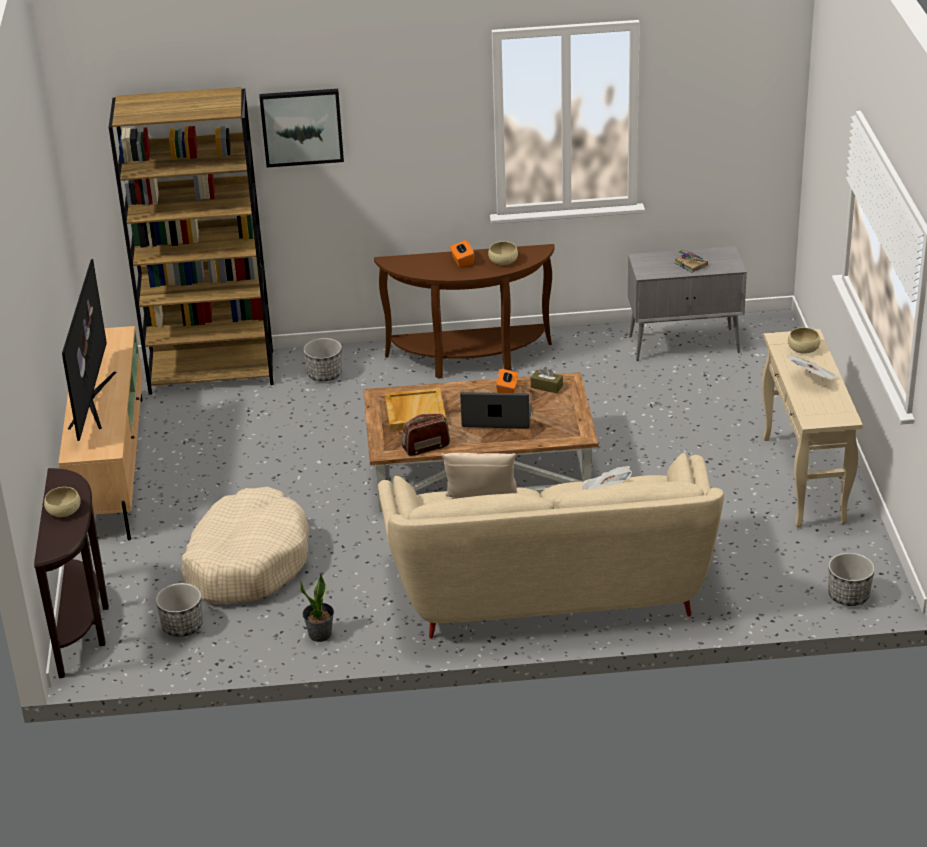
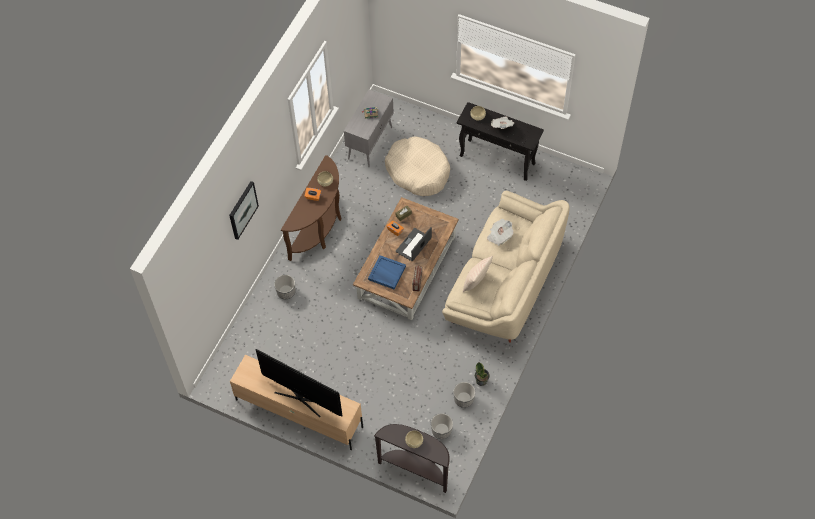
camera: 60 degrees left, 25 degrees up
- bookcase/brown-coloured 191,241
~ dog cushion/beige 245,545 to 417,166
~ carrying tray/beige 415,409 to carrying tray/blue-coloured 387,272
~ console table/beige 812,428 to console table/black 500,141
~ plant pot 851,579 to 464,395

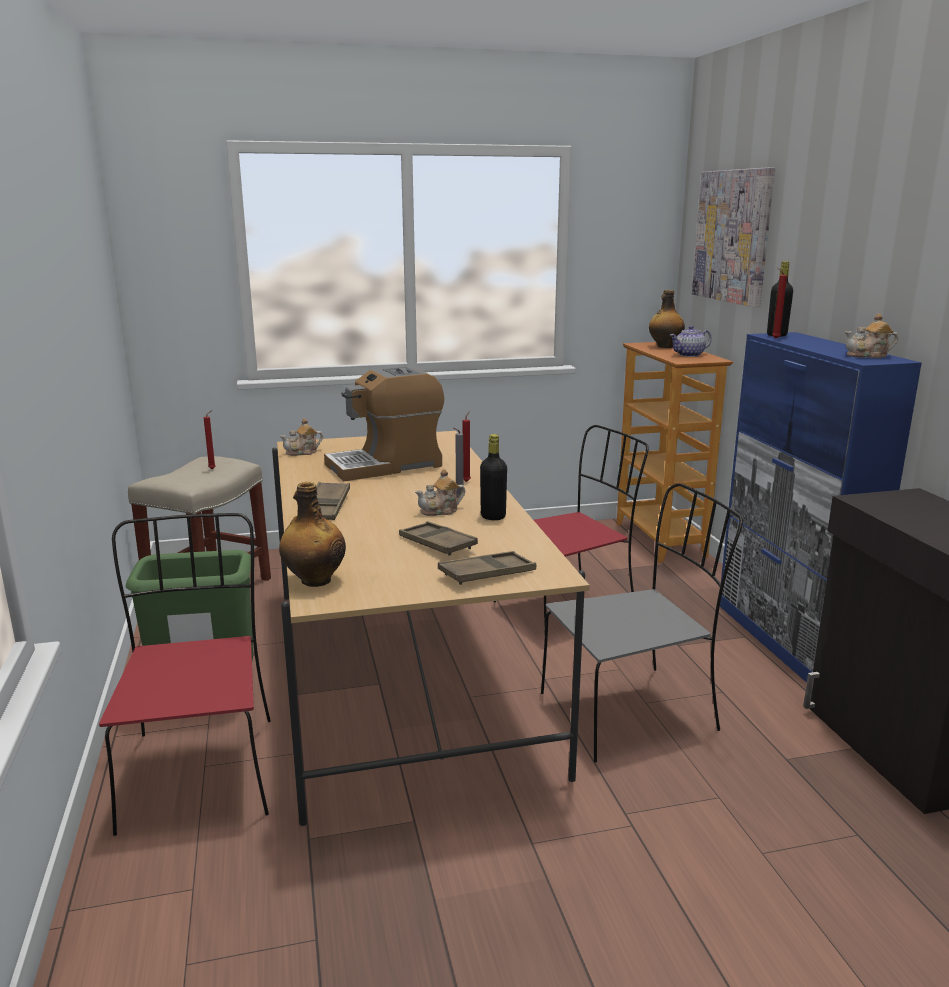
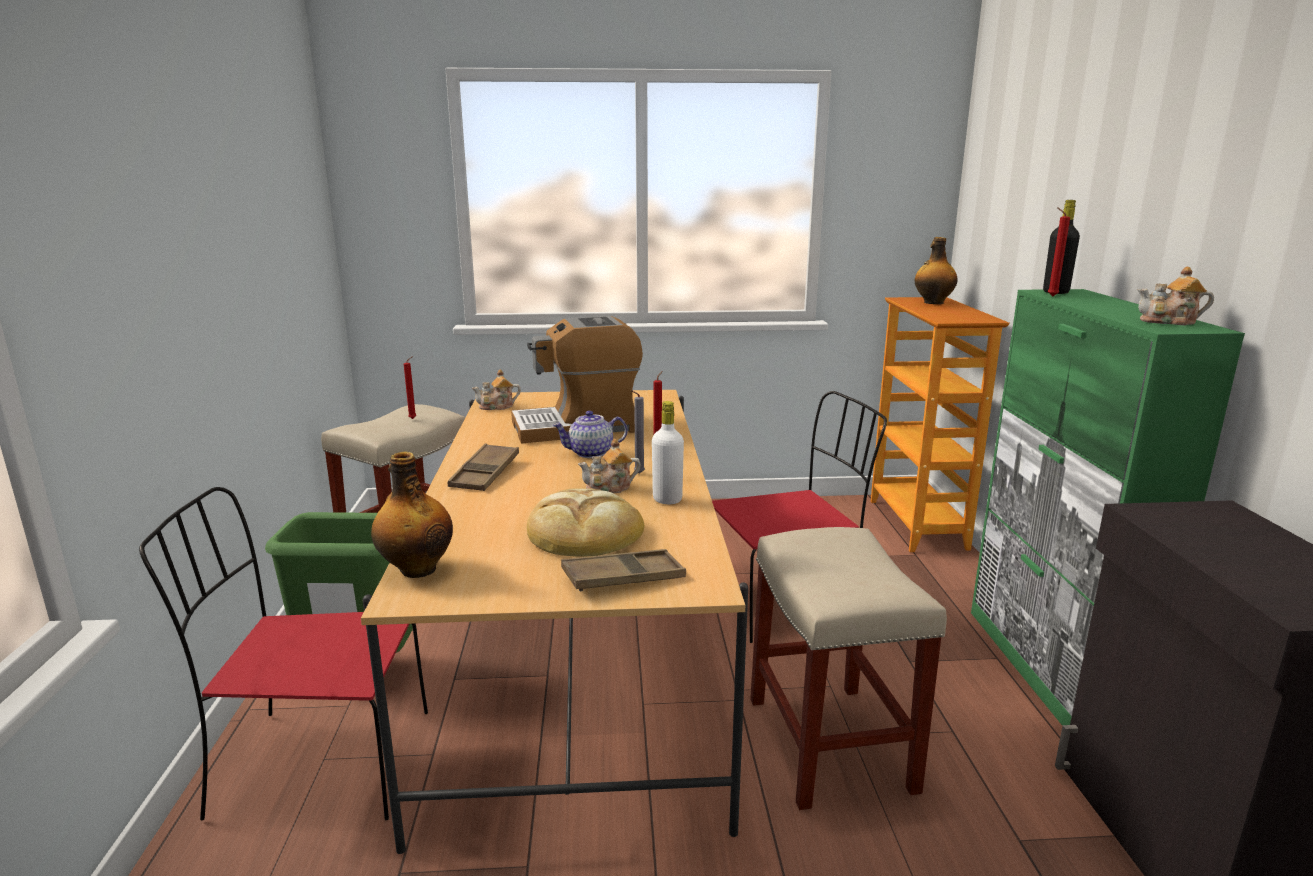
camera: 10 degrees right, 0 degrees up
~ upright chair/reddish 185,674 = 283,653 90 degrees counterclockwise
~ carrying tray/brown-coloured 438,538 to bakery bread 585,522
~ beverage bottle/black 493,477 to beverage bottle/whitish 668,452
~ upright chair/greyish 642,623 to sitting stool/beige 848,668
~ tea pot 691,341 to 590,434
- wall picture 733,237
~ cabinet/blue-coloured 821,507 to cabinet/green-coloured 1108,507

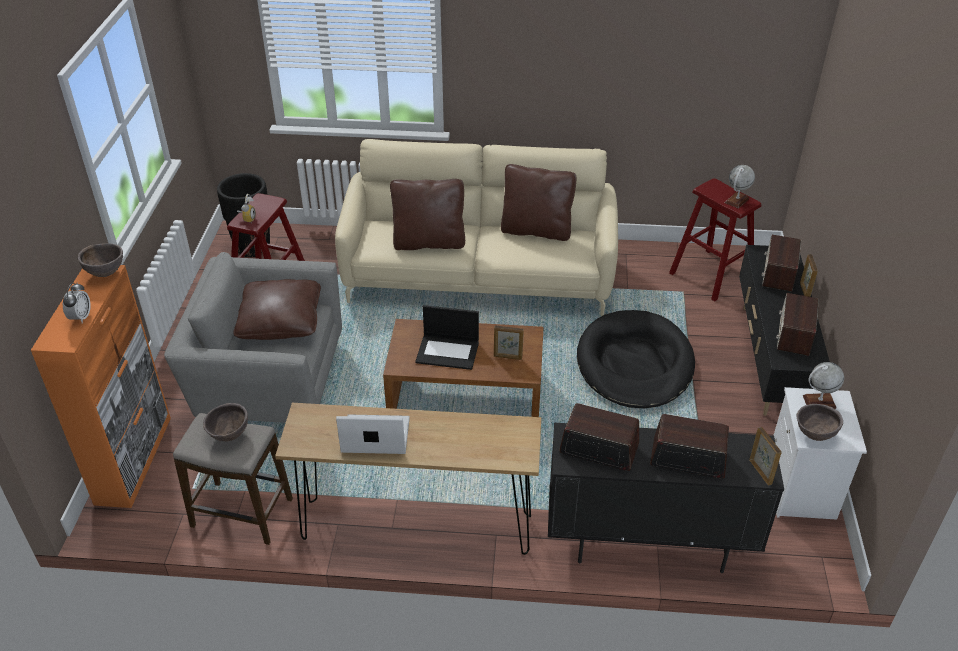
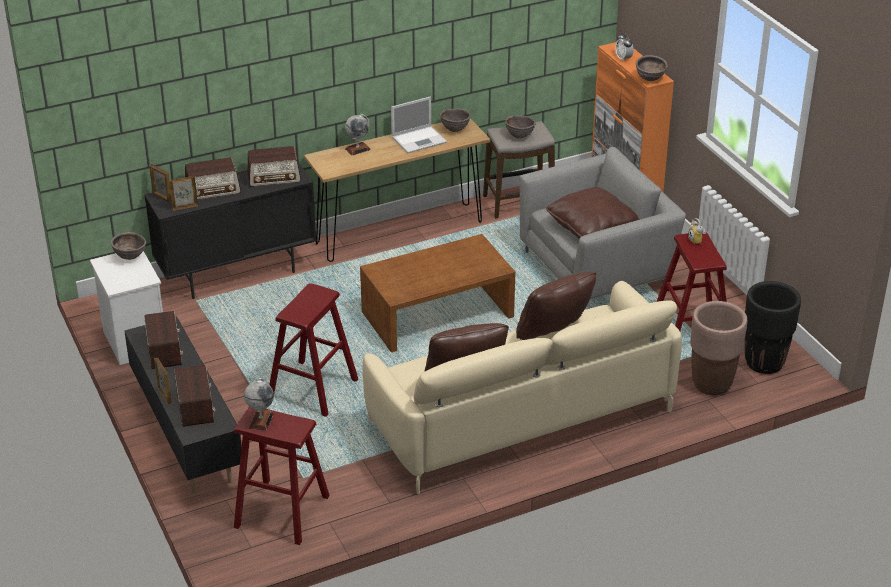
camera: 150 degrees right, 5 degrees down
- notebook computer 447,337
~ picture frame 509,342 to 183,193
~ dog cushion/black 636,359 to sitting stool/reddish 313,350
~ globe 823,385 to 358,135
+ bowl/brown-coloured 455,120
+ plant pot/brown-coloured 718,348

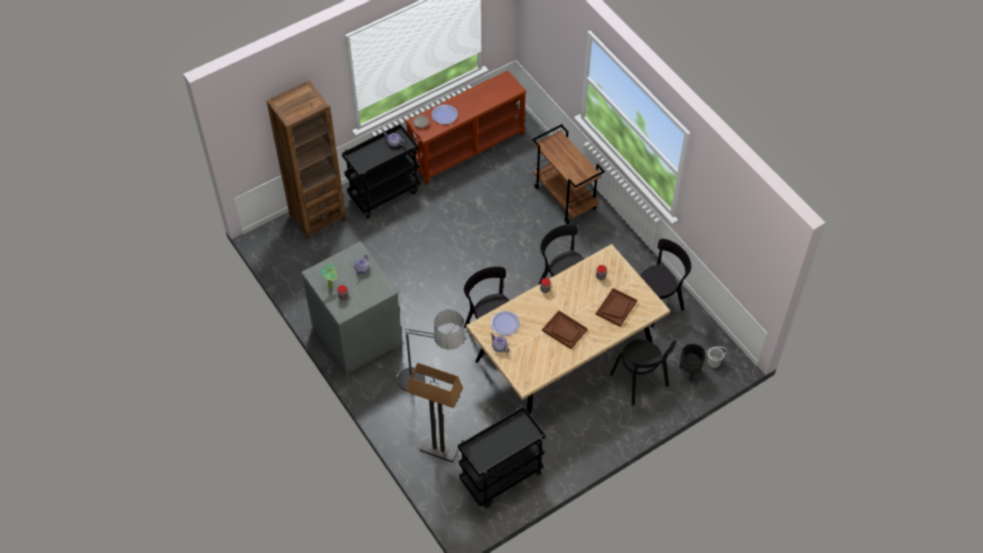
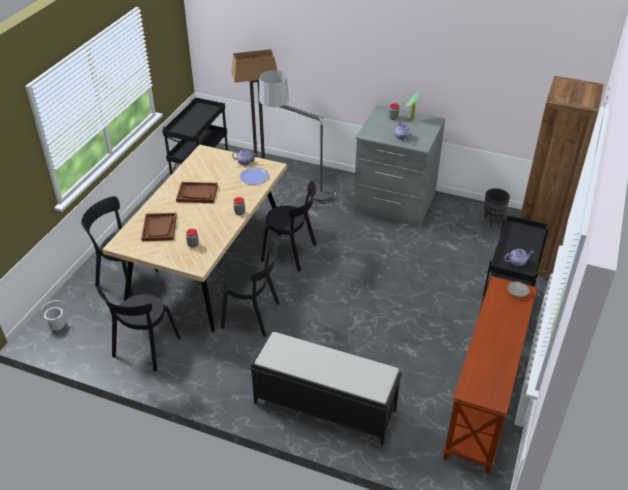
camera: 145 degrees right, 15 degrees down
- plate 445,114
~ cart/brown-coloured 568,174 to indoor bench/black 326,388
~ plant pot/black 692,362 to 497,208

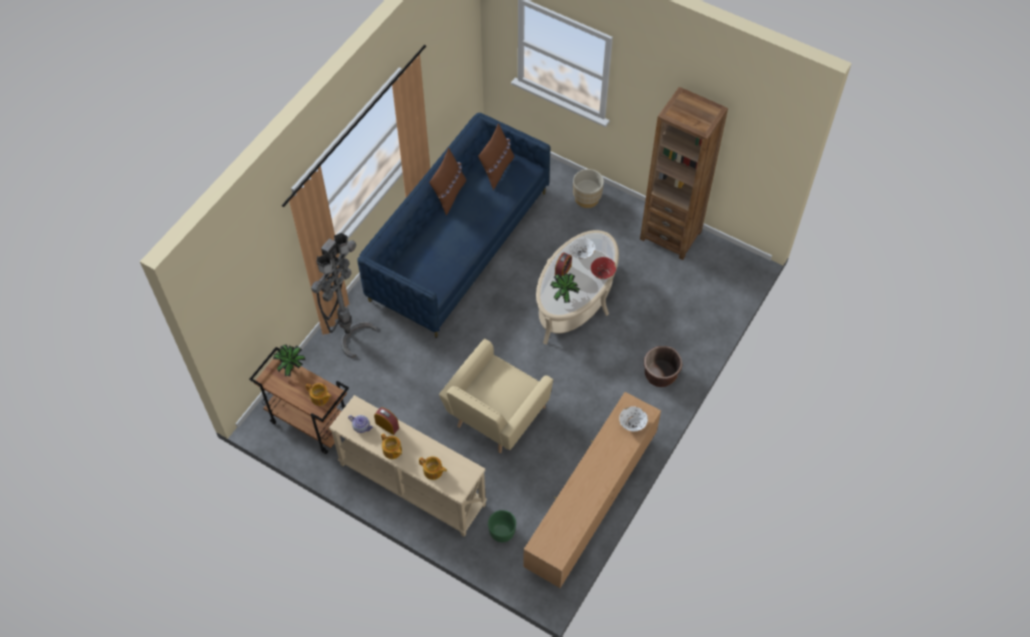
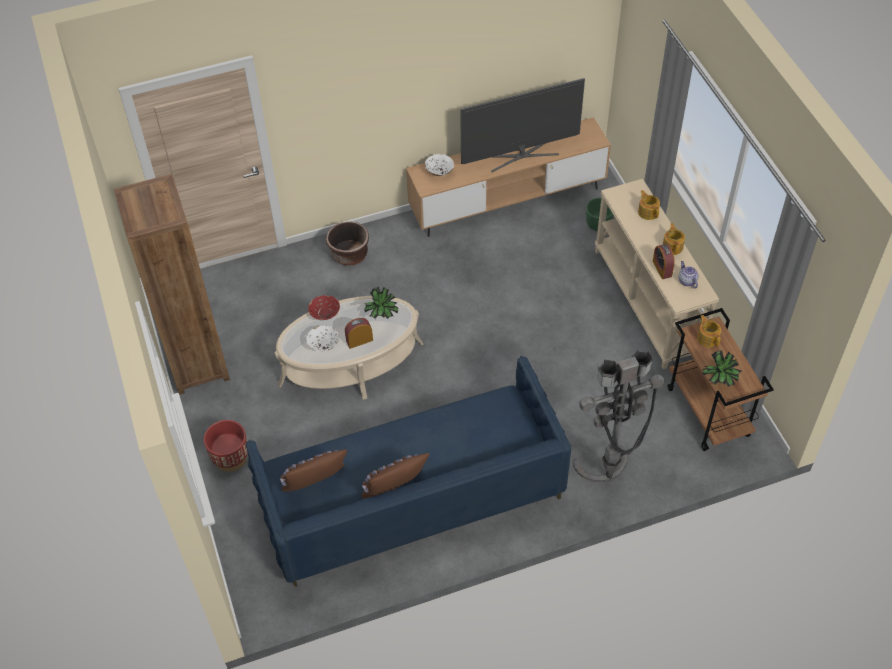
camera: 140 degrees left, 5 degrees down
- easy chair/beige 496,396
~ plant pot/beige 588,188 to plant pot/reddish 226,446
+ television 522,125

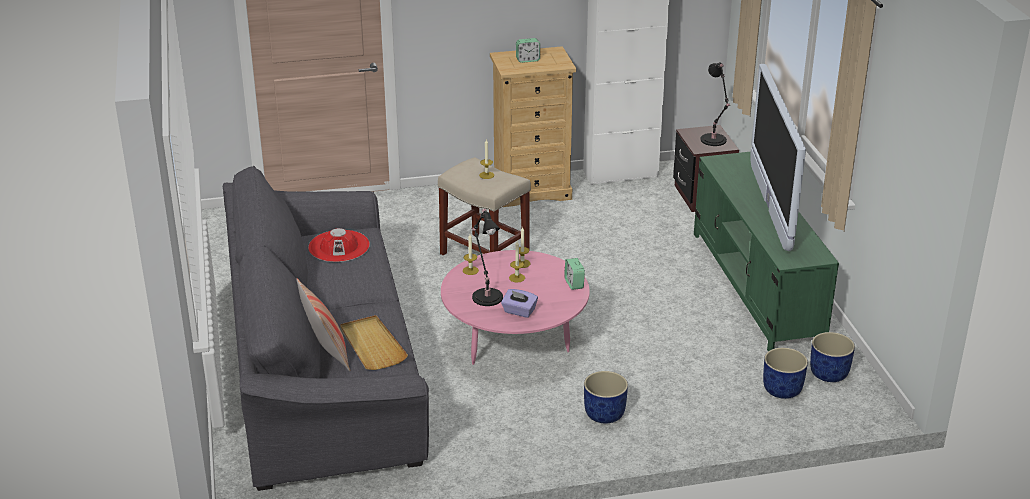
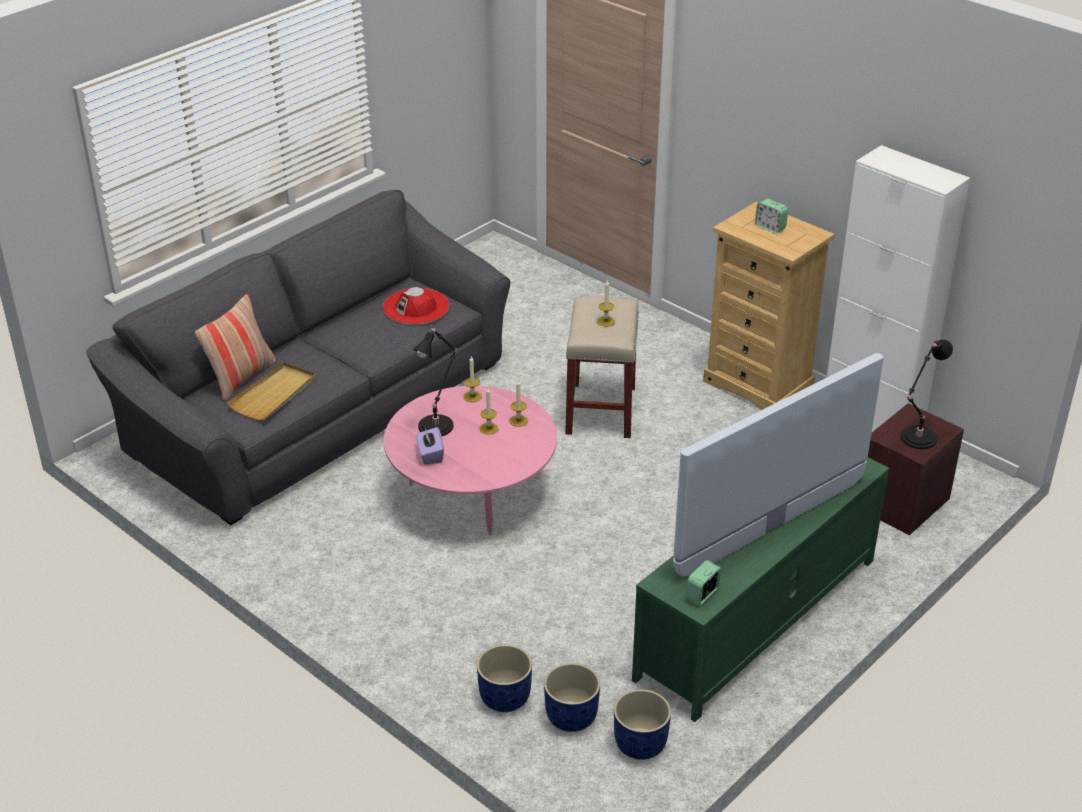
camera: 55 degrees right, 5 degrees up
~ table clock 574,274 to 704,583
~ plant pot/blue-coloured 606,397 to 504,678

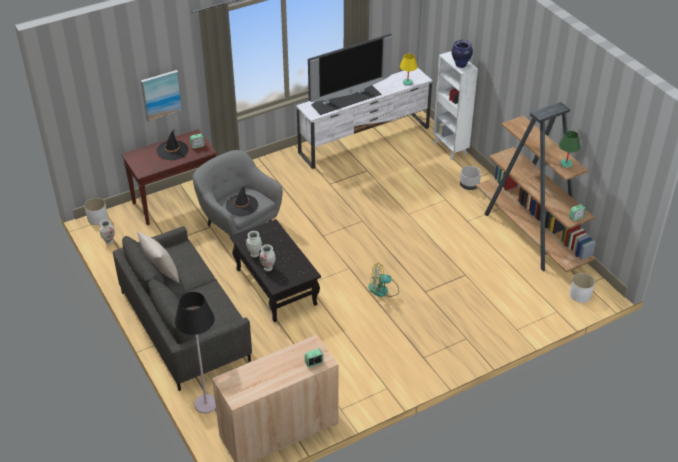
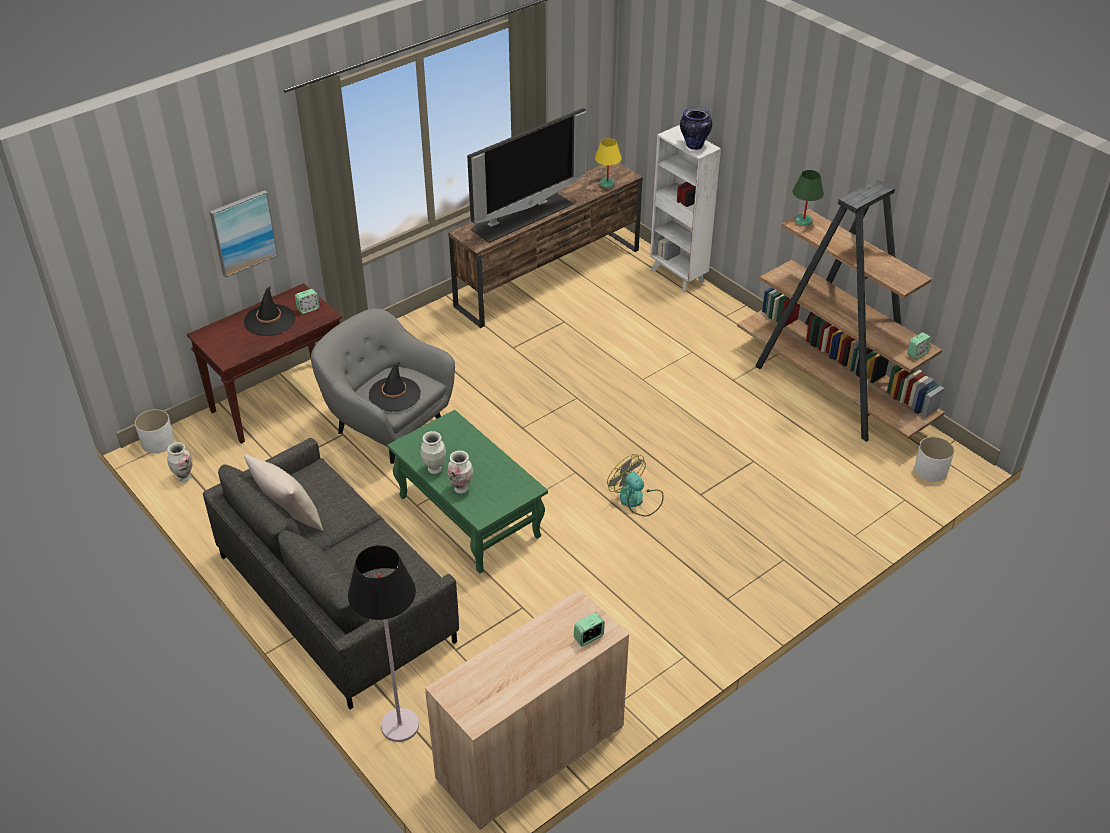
camera: 10 degrees left, 0 degrees up
~ low table/black 275,270 to low table/green-coloured 468,492
~ tv unit/whitish 364,118 to tv unit/brown-coloured 545,245
~ cooling fan 383,280 = 635,485 60 degrees clockwise
- plant pot/greyish 470,178
~ tabletop lamp/green-coloured 569,149 to 808,198

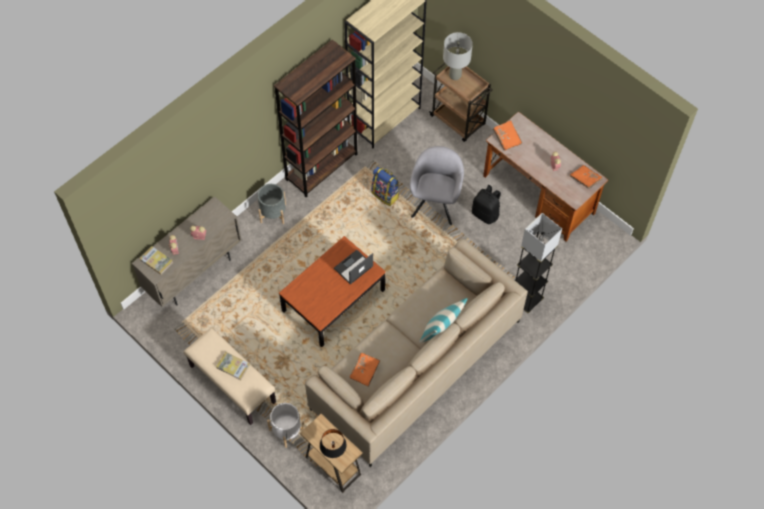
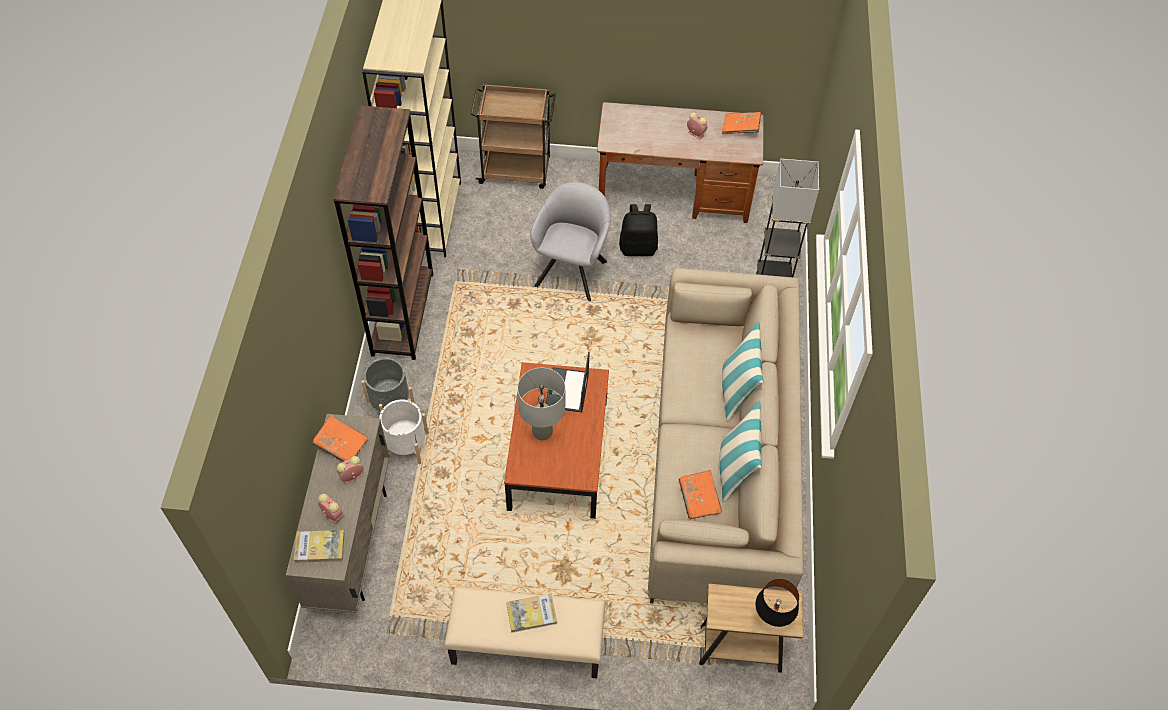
camera: 40 degrees left, 5 degrees down
~ plant pot/whitish 286,425 to 403,432
- backpack 385,186
~ easy chair/greyish 437,185 = 570,241 45 degrees clockwise
~ tabletop lamp/greyish 458,56 to 541,404
~ volume/orange-coloured 507,135 to 340,438
+ throw pillow 741,452

